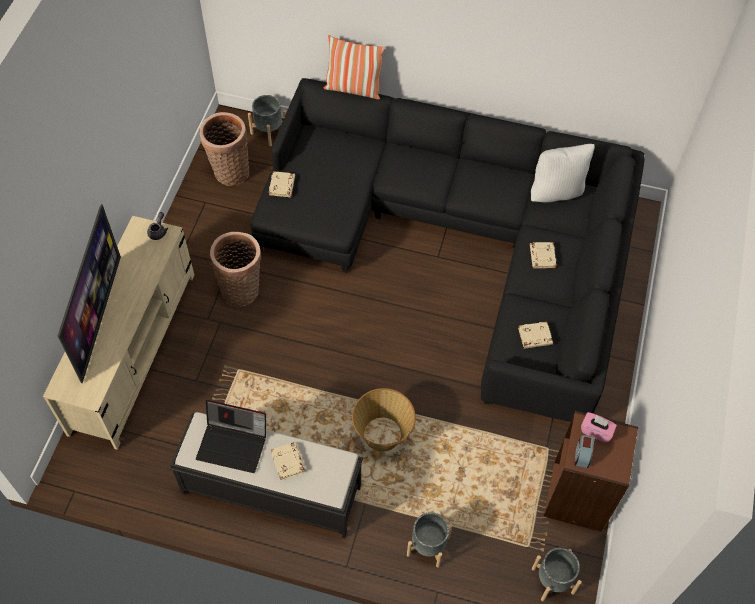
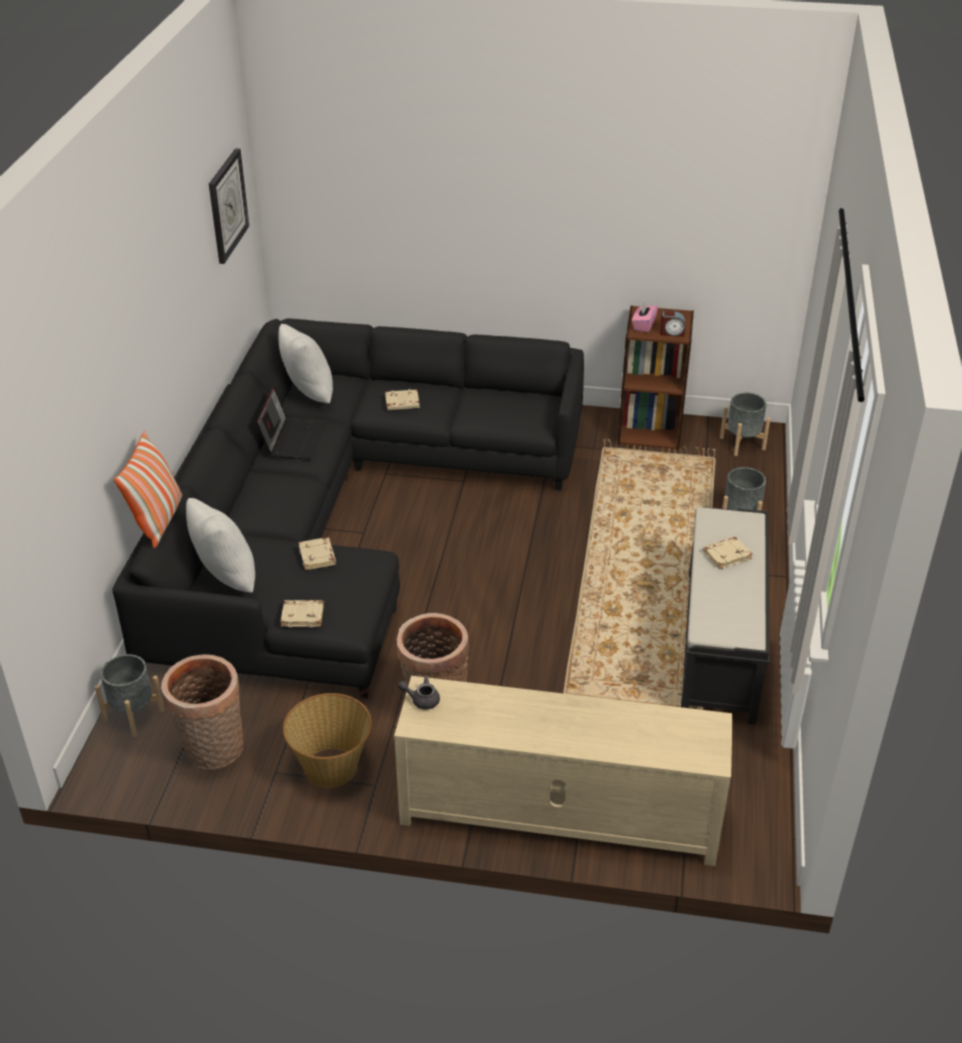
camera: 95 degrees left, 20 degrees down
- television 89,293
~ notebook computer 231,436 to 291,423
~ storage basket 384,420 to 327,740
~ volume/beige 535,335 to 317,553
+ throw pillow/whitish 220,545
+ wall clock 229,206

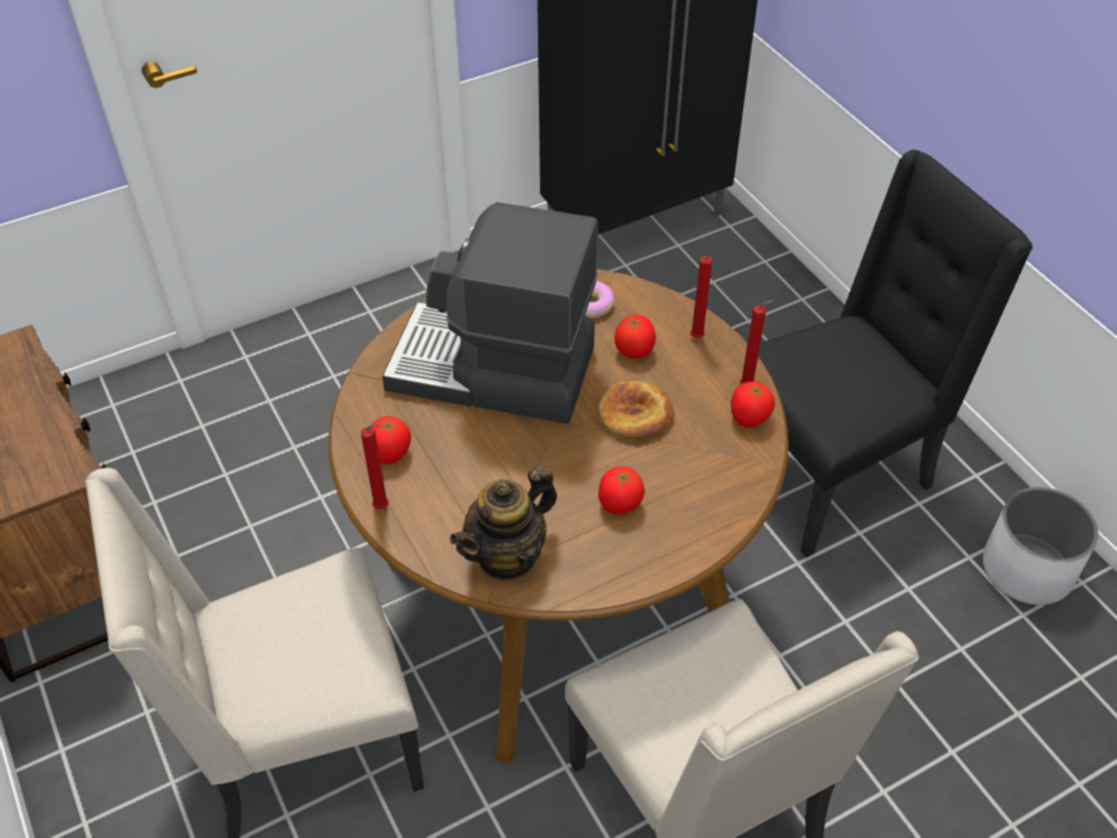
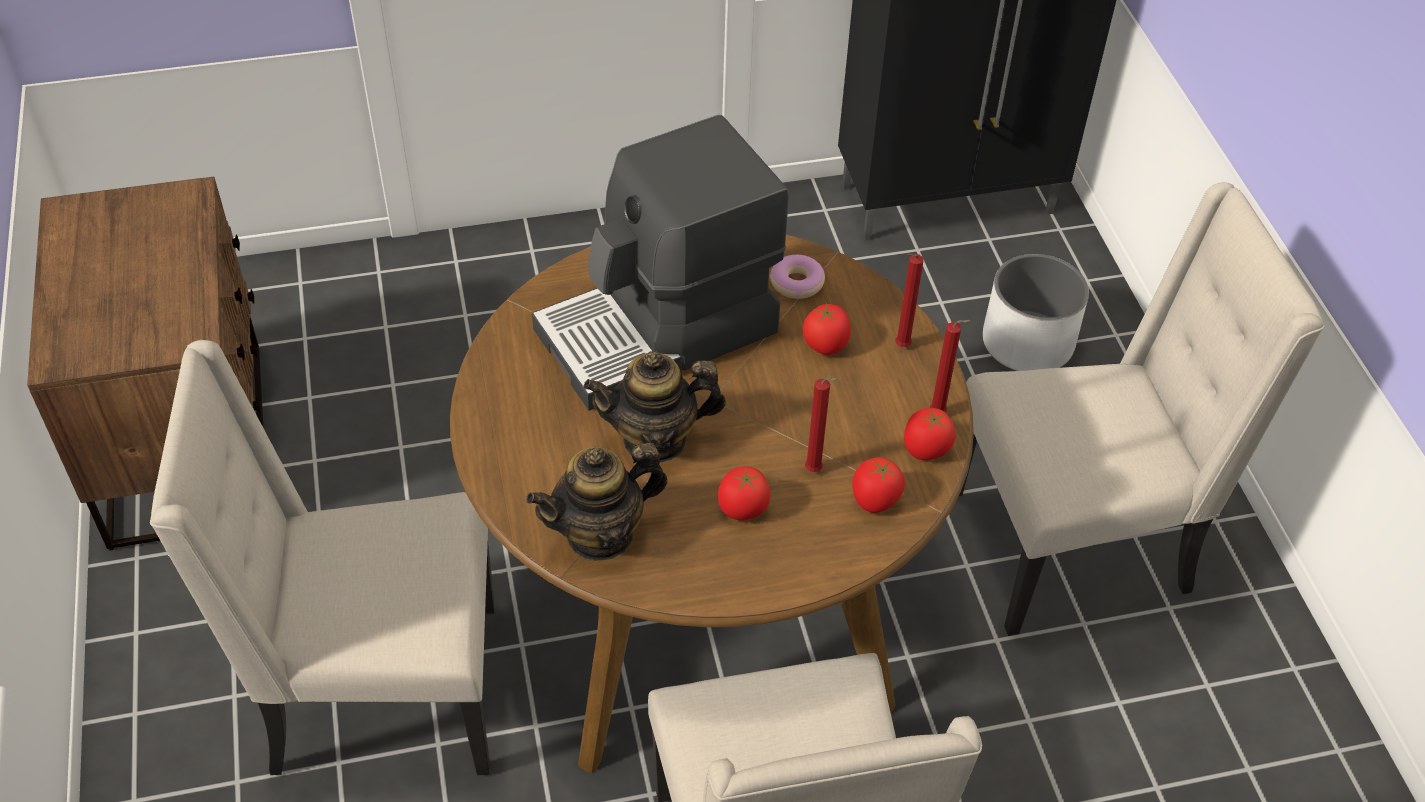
camera: 15 degrees right, 0 degrees up
~ wax light/reddish 375,466 to 822,424
~ fresh tomato 391,440 to 878,485
~ coffee maker 490,313 = 660,262 60 degrees counterclockwise
- bakery bread 636,410
~ upright chair/black 895,354 to upright chair/beige 1141,409
~ plant pot/whitish 1041,546 to 1036,312
+ tea pot 655,407

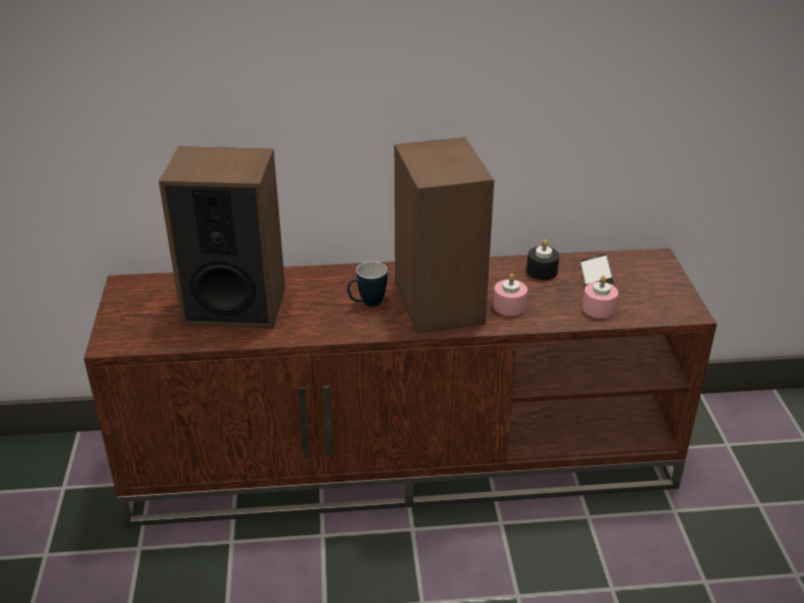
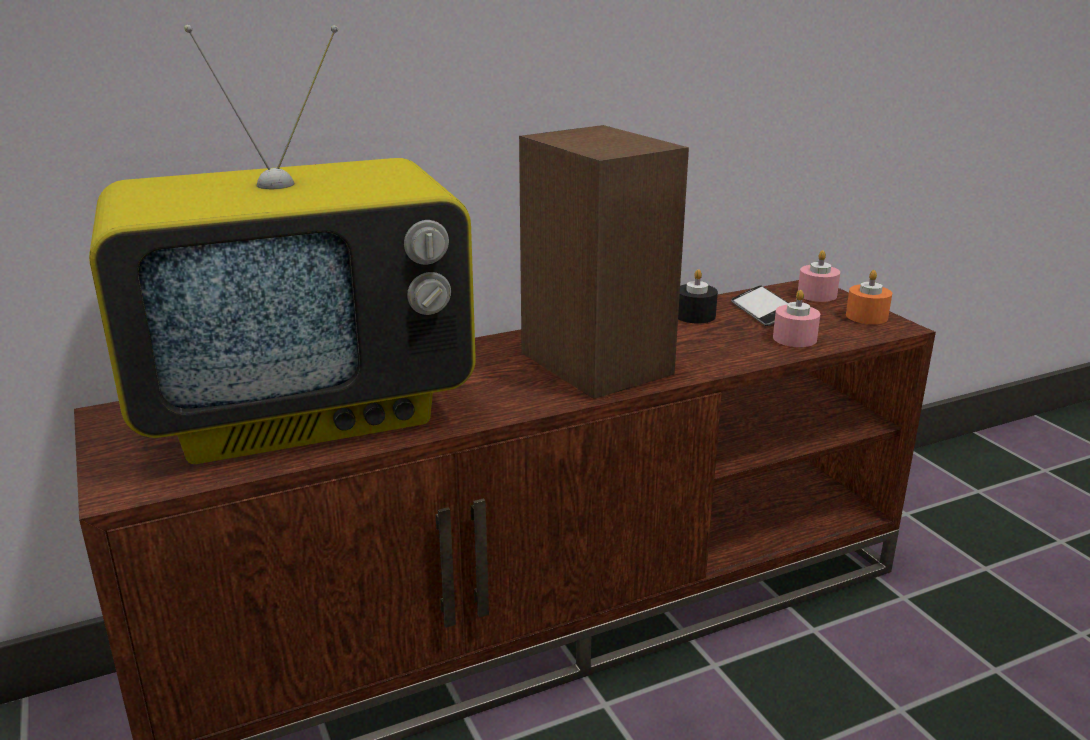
camera: 20 degrees left, 10 degrees down
~ speaker 222,237 to television 282,244
- mug 367,284
~ wax light/pink-coloured 510,294 to 819,276
+ wax light/orange-coloured 869,297

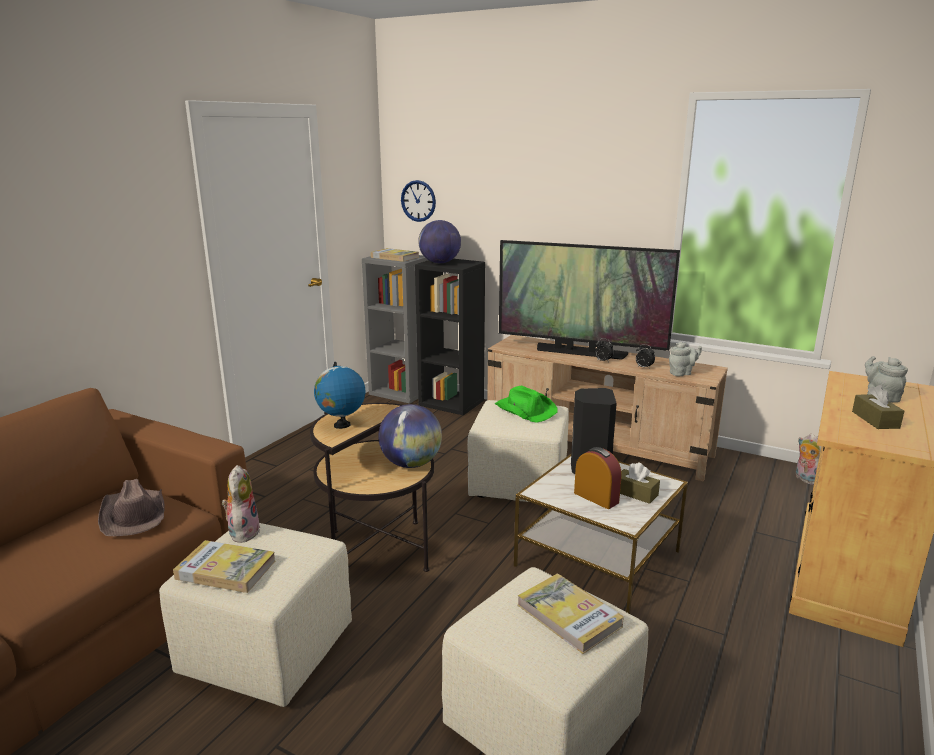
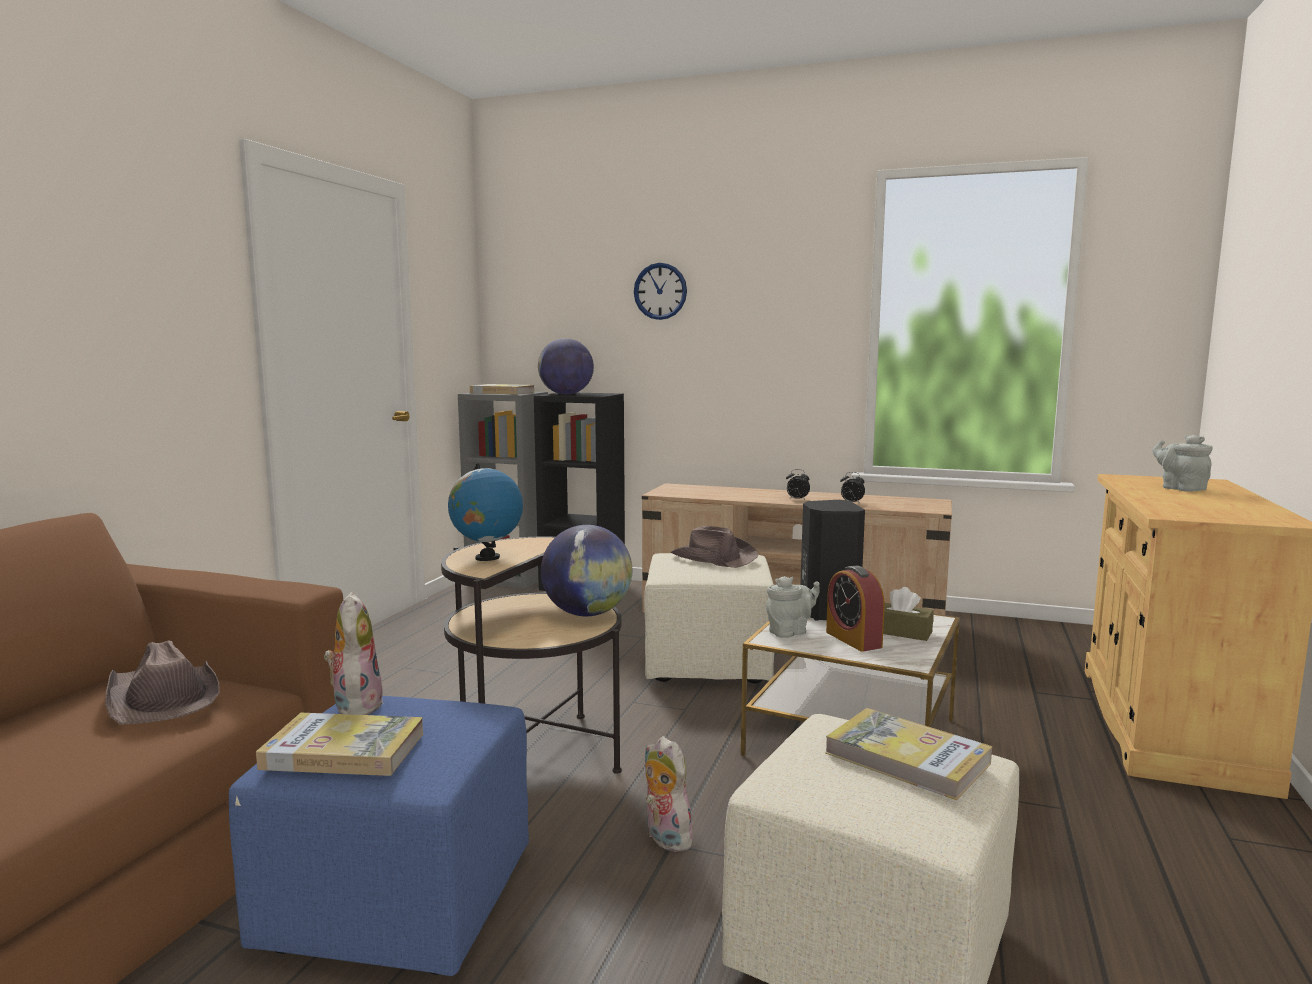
camera: 10 degrees left, 10 degrees down
~ pouffe/beige 255,615 to pouffe/blue-coloured 379,836
~ wall clock 418,201 to 660,291
~ wearable hat/green-coloured 526,404 to wearable hat/brown-coloured 714,547
- television 589,300
~ table clock 598,478 = 855,609 150 degrees counterclockwise
~ tea pot/greyish 685,359 to 793,607
~ soft toy 808,459 to 671,794
- tissue box/brown-coloured 878,407

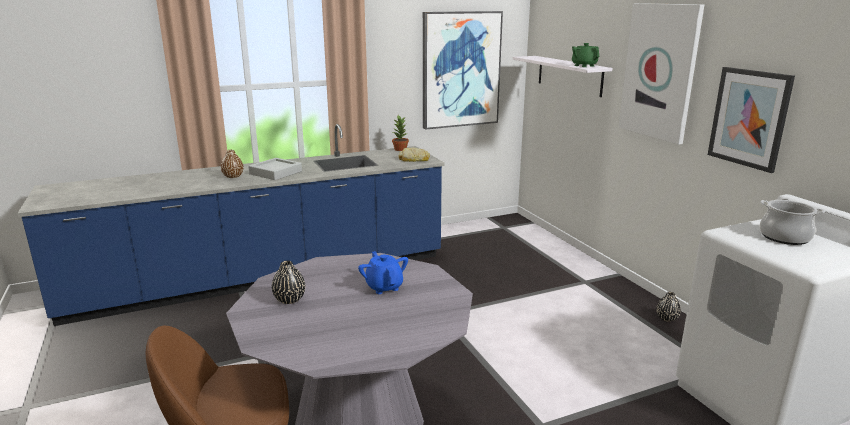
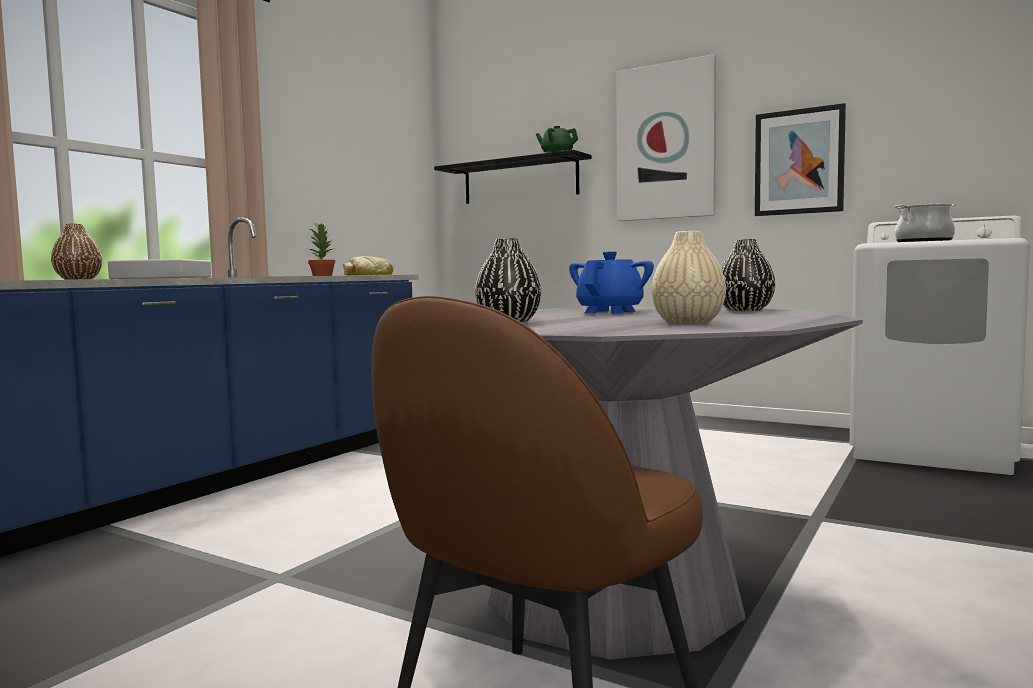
camera: 35 degrees left, 15 degrees down
~ tea pot/blue-coloured 383,272 = 611,282 90 degrees clockwise
- wall picture 463,70
~ bracket shelf/whitish 563,76 to bracket shelf/black 513,177
~ decorative vase/black 668,307 to 748,275
+ decorative vase/beige 688,277

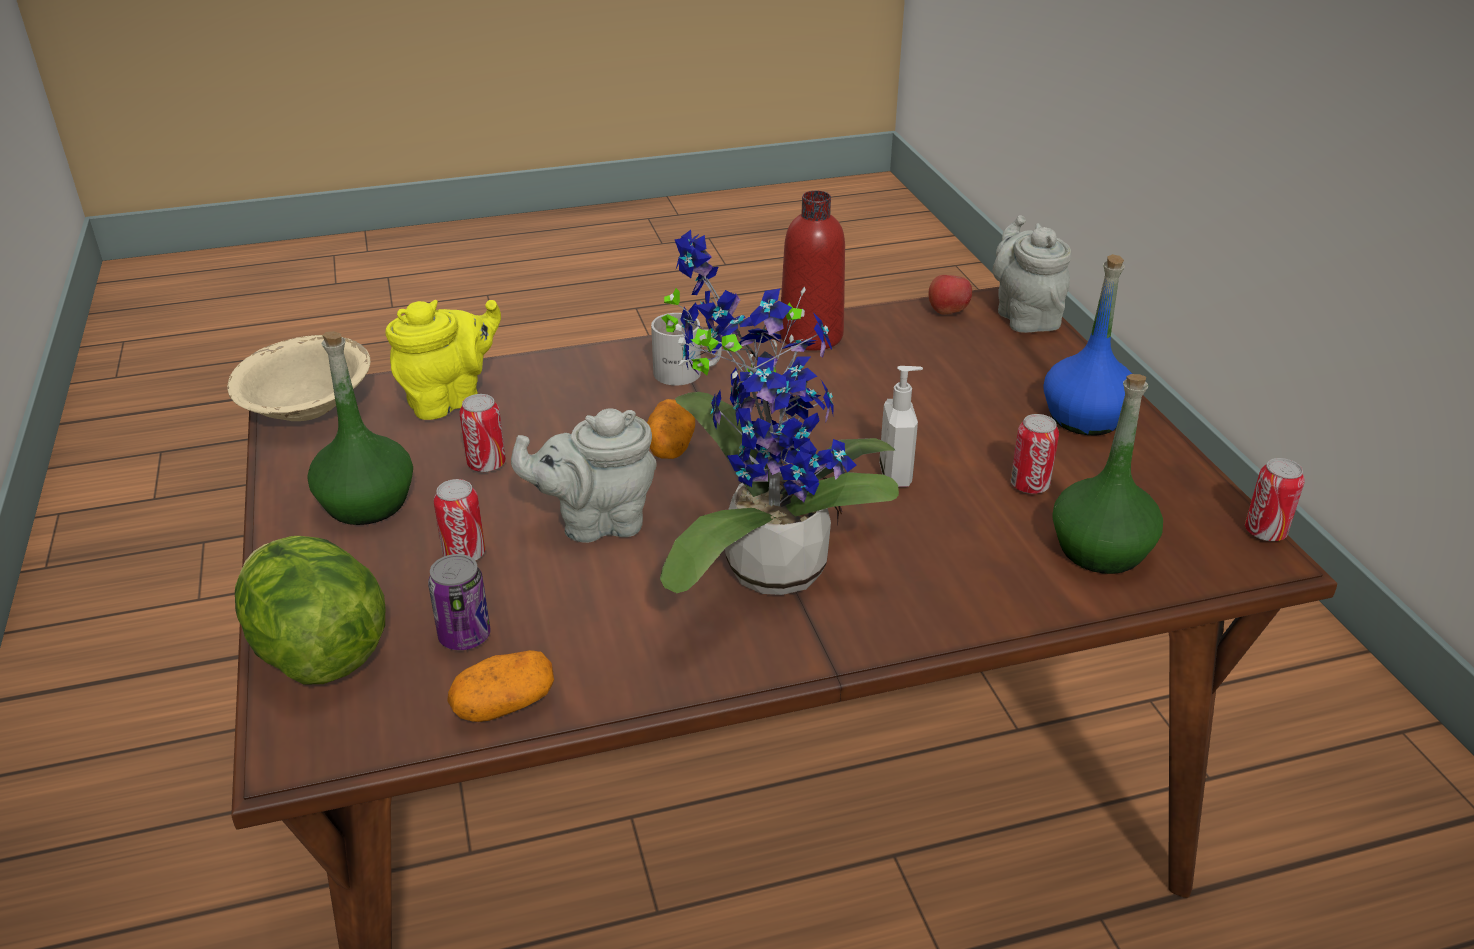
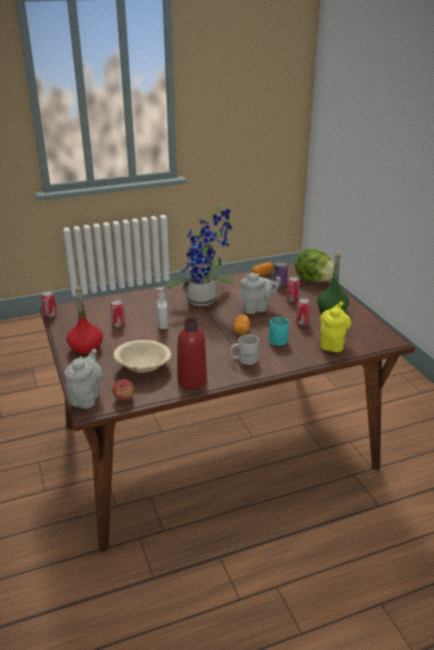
camera: 175 degrees right, 5 degrees down
~ bowl/beige 298,378 to 142,356
~ tea pot/yellow-coloured 443,360 = 335,326 150 degrees clockwise
~ tea pot/greyish 1032,274 = 84,379 150 degrees counterclockwise
~ beverage bottle/blue-coloured 1087,344 to beverage bottle/reddish 85,321
- beverage bottle/green-coloured 1107,474
+ mug/turquoise-coloured 279,331

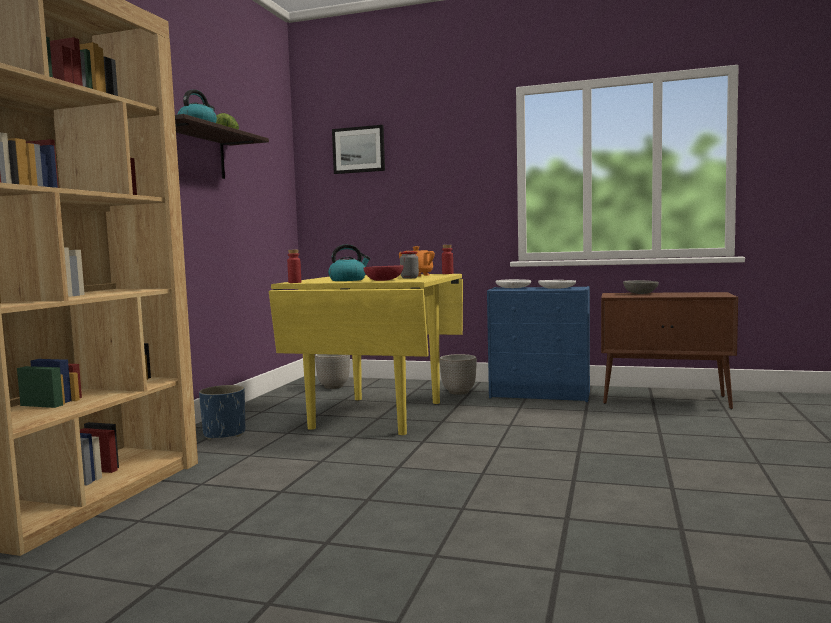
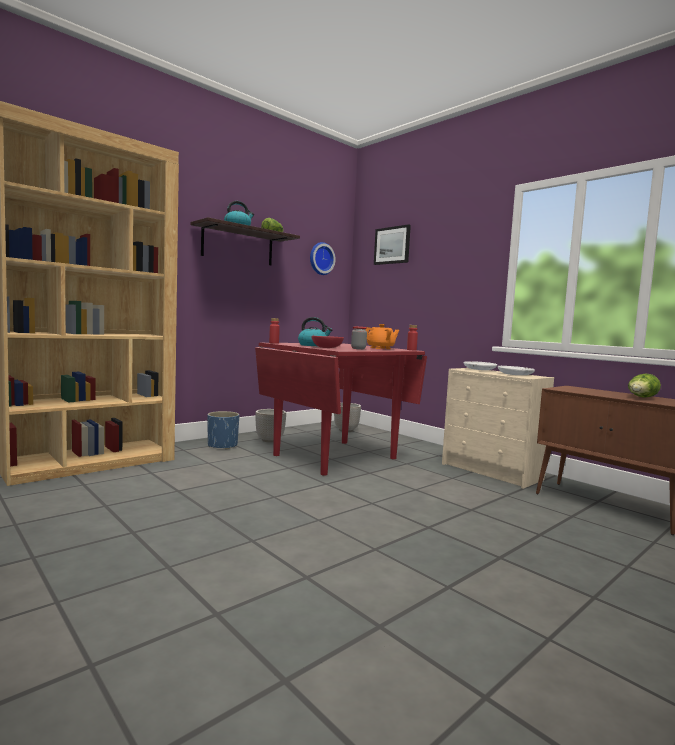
camera: 30 degrees right, 0 degrees up
~ kitchen table/yellow-coloured 366,354 to kitchen table/reddish 341,409
~ plant pot 458,374 to 270,425
~ dresser/blue-coloured 538,344 to dresser/beige 498,428
- bowl/greyish 641,287
+ wall clock 323,258
+ lettuce head 644,386

